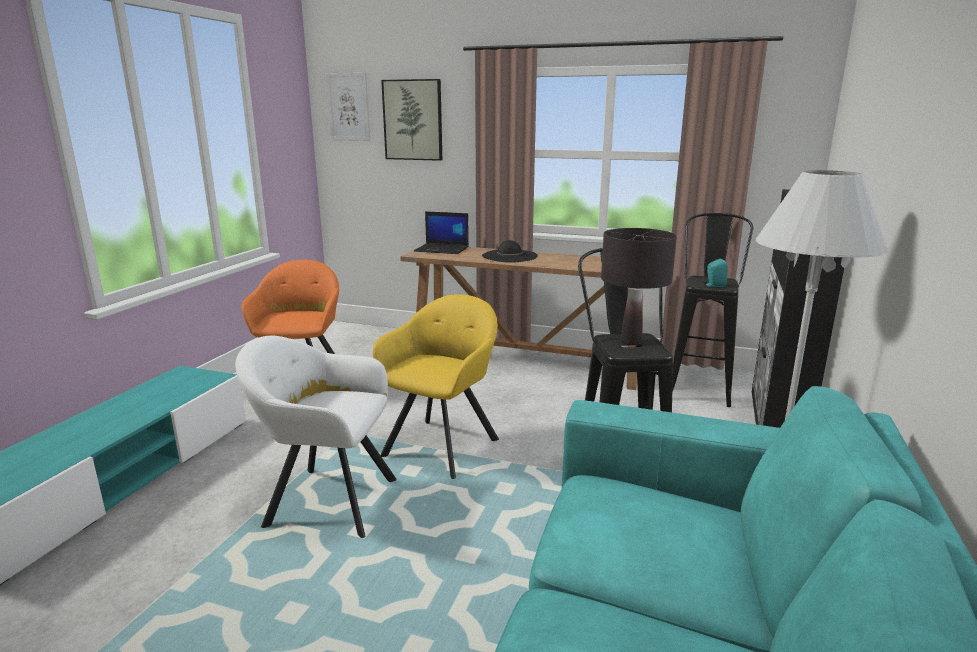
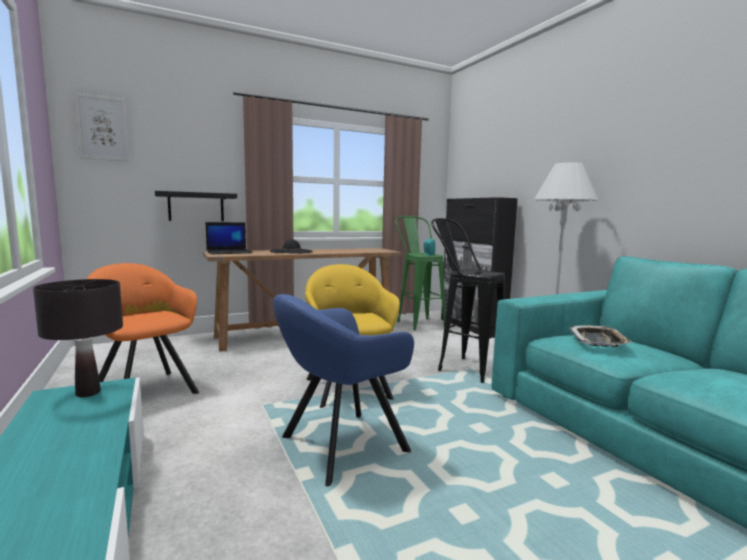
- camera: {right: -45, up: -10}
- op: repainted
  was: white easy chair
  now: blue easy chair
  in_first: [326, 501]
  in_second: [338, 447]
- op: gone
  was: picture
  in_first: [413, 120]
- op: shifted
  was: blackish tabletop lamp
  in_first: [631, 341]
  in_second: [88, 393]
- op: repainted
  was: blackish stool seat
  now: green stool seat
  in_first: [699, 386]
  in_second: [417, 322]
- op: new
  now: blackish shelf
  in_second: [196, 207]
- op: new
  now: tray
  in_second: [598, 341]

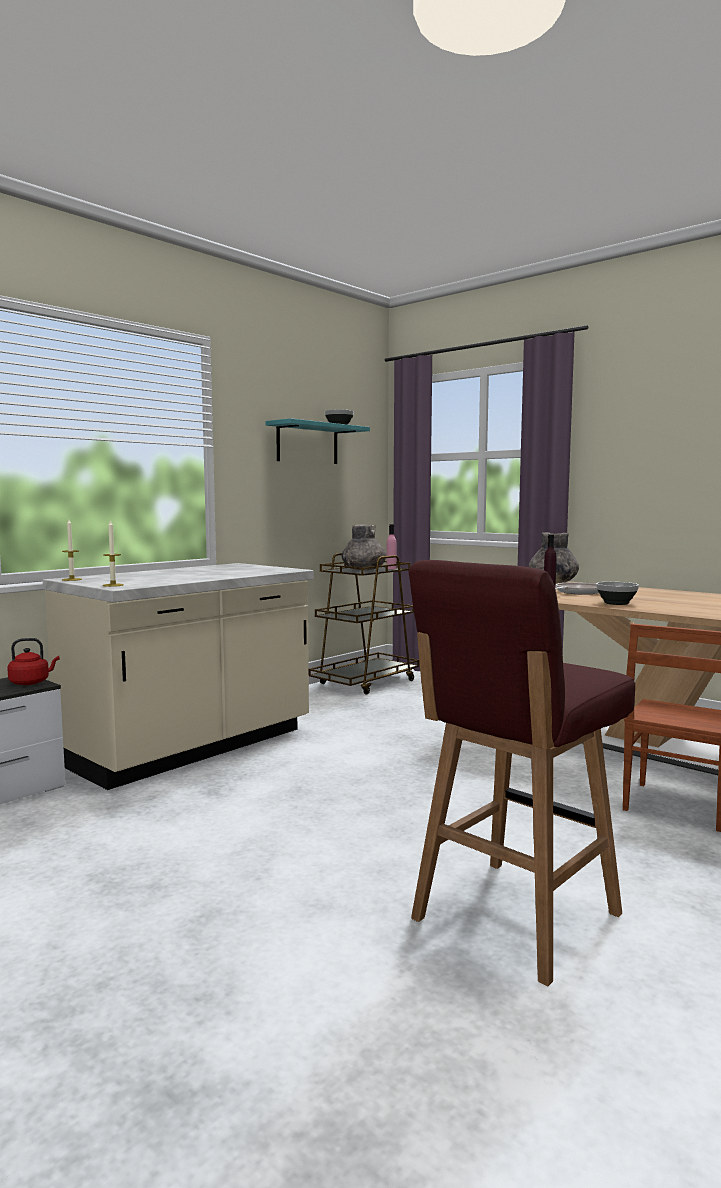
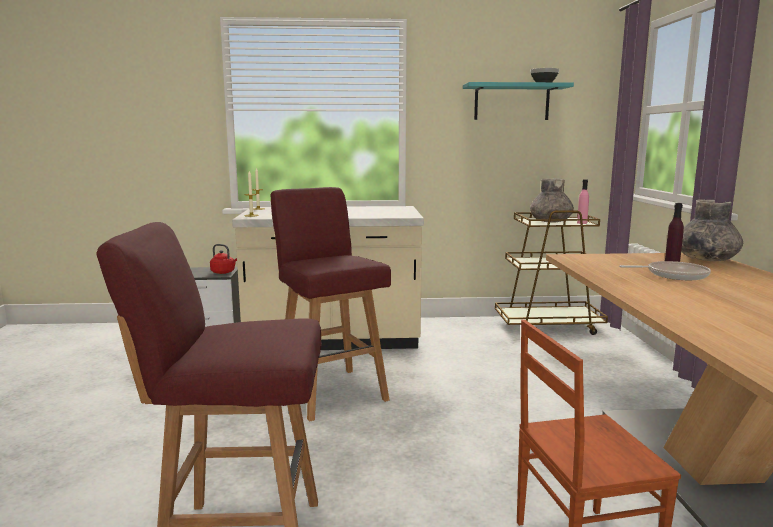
- camera: {right: 45, up: 5}
- op: gone
  was: deep dish
  in_first: [615, 603]
- op: new
  now: reddish stool seat
  in_second: [331, 392]

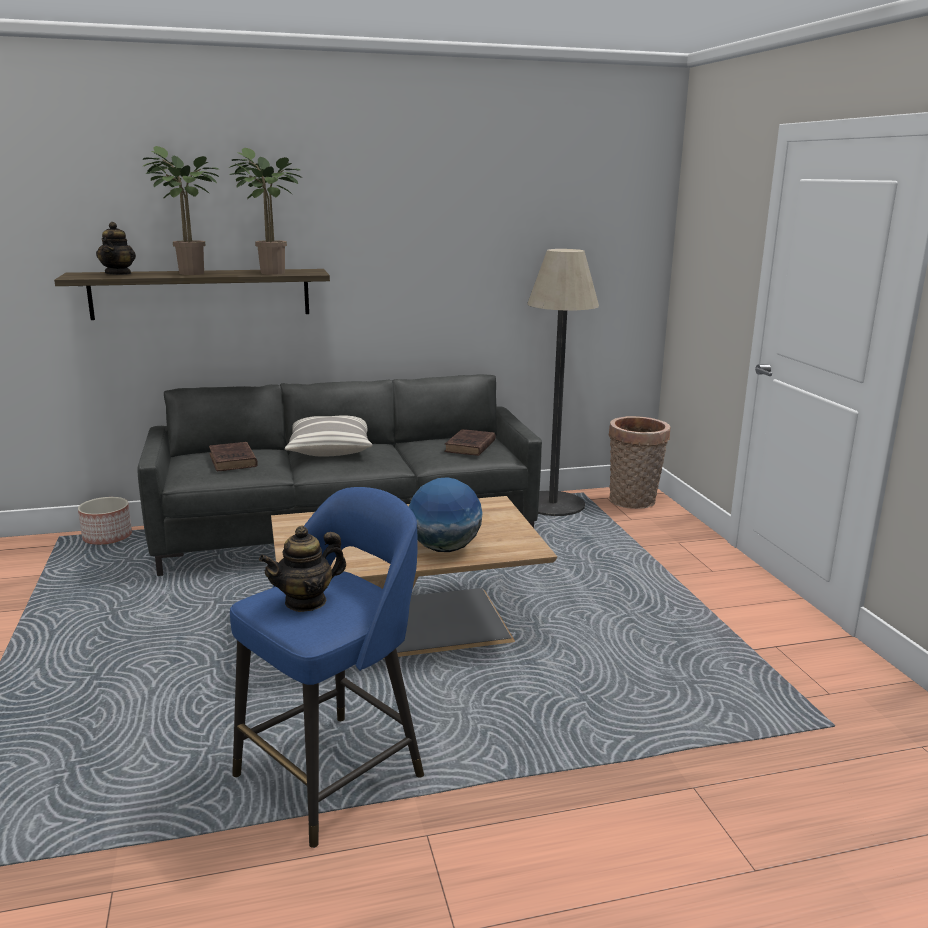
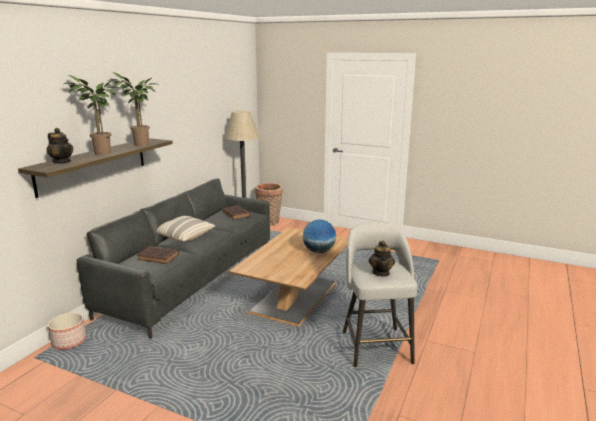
- camera: {right: -50, up: 0}
- op: repainted
  was: blue stool seat
  now: gray stool seat
  in_first: [334, 773]
  in_second: [376, 345]

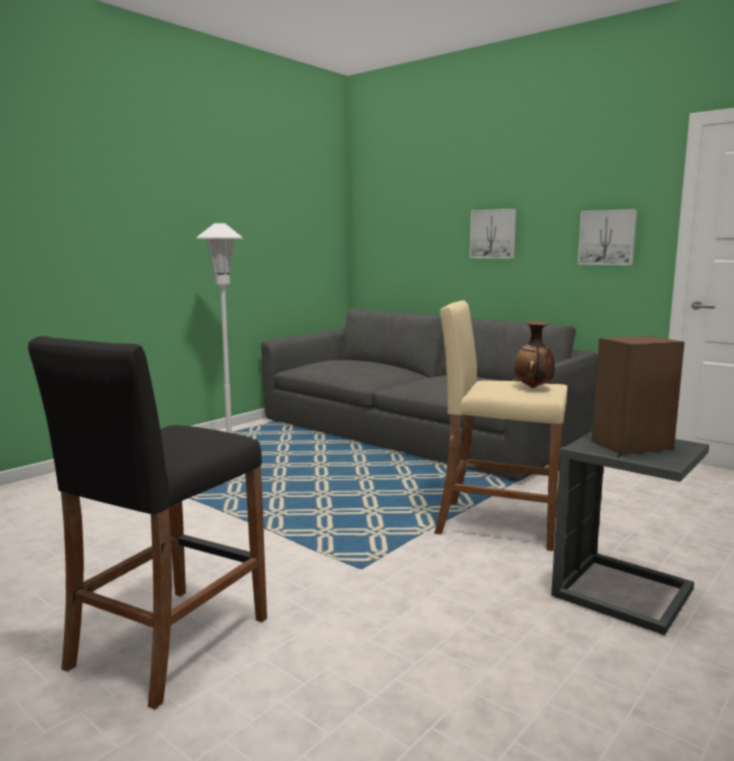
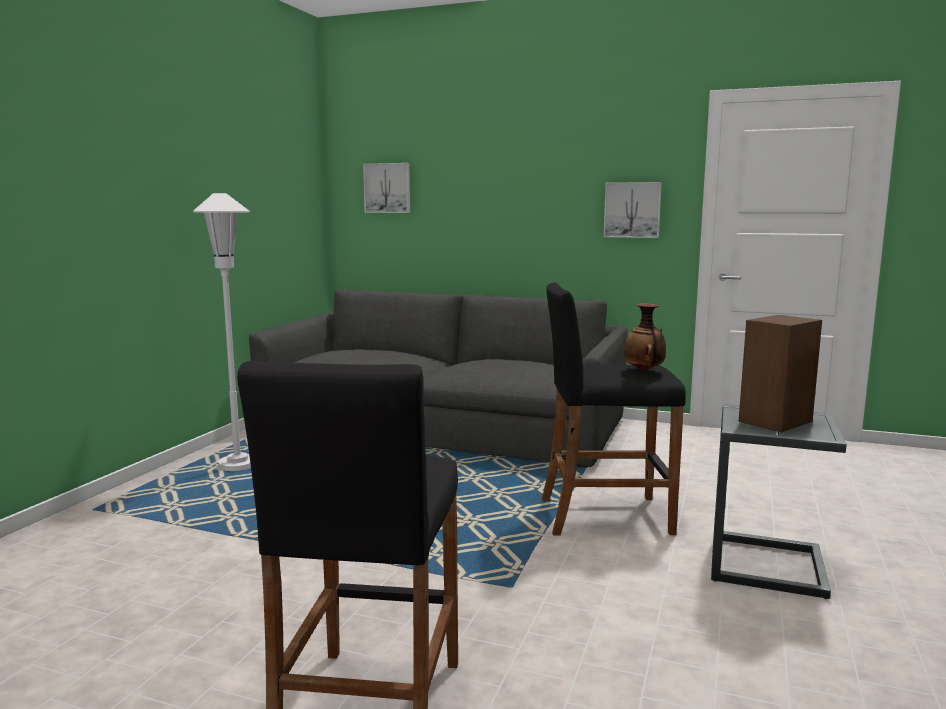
- camera: {right: -20, up: 0}
- op: repainted
  was: sand-coloured stool seat
  now: blackish stool seat
  in_first: [497, 524]
  in_second: [604, 516]
- op: shifted
  was: picture
  in_first: [493, 234]
  in_second: [388, 188]

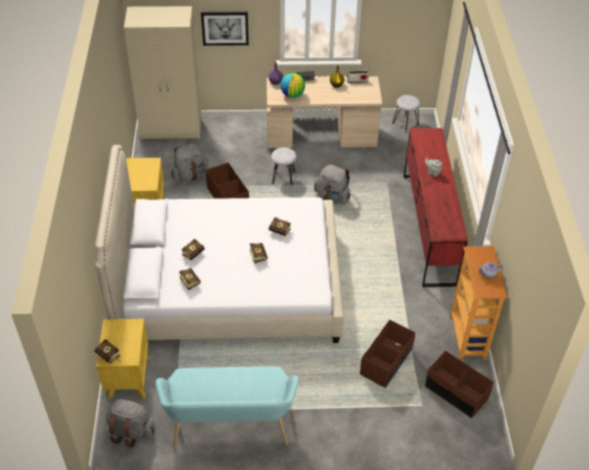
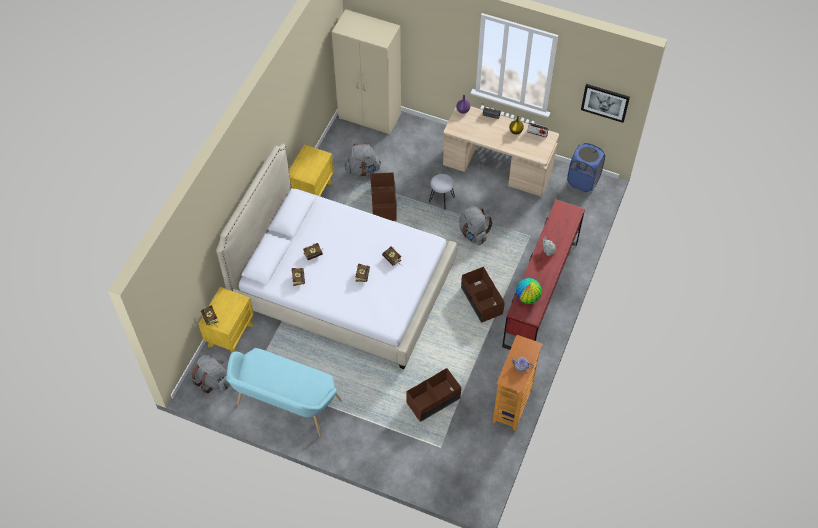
- camera: {right: 25, up: 10}
- op: shifted
  was: picture
  in_first: [225, 28]
  in_second: [605, 102]
- op: shifted
  was: globe
  in_first: [292, 95]
  in_second: [527, 297]
- op: swapped
  was: gray stool seat
  now: blue laundry basket
  in_first: [405, 124]
  in_second: [583, 181]
- op: shifted
  was: brown-coloured storage container
  in_first: [456, 392]
  in_second: [481, 301]

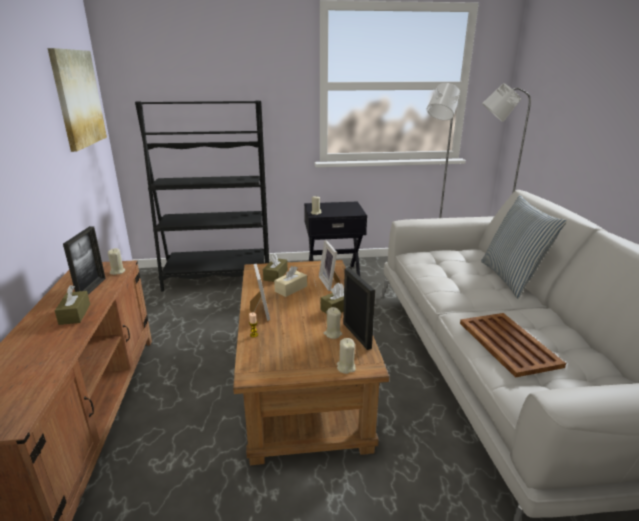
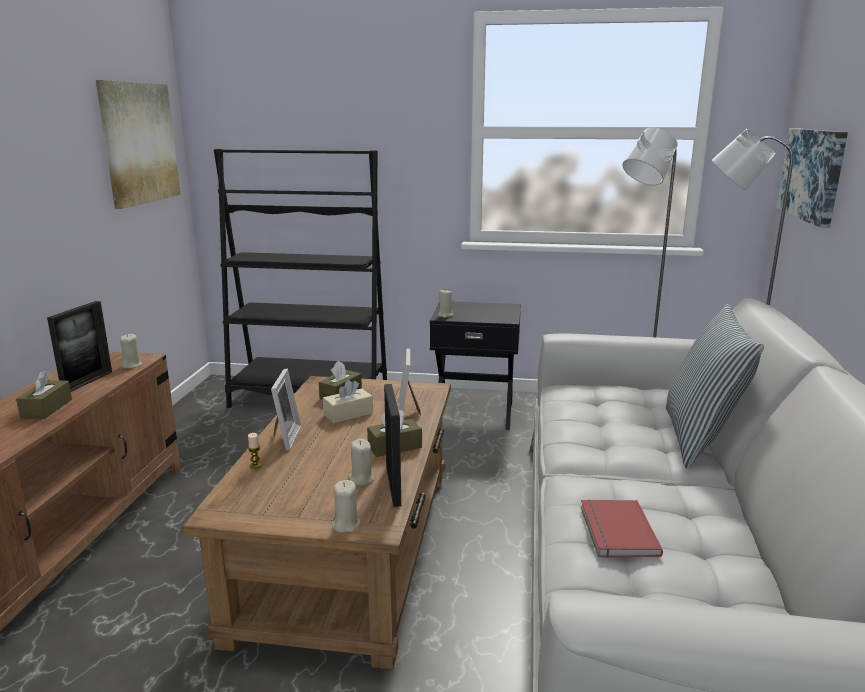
- camera: {right: 15, up: -5}
- op: swapped
  was: brown-coloured tray
  now: reddish volume
  in_first: [508, 344]
  in_second: [615, 531]
- op: new
  now: picture
  in_second: [813, 174]

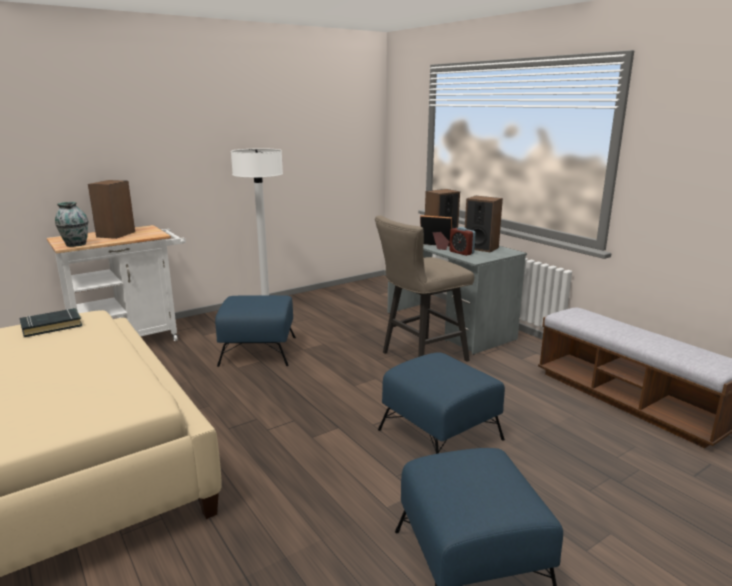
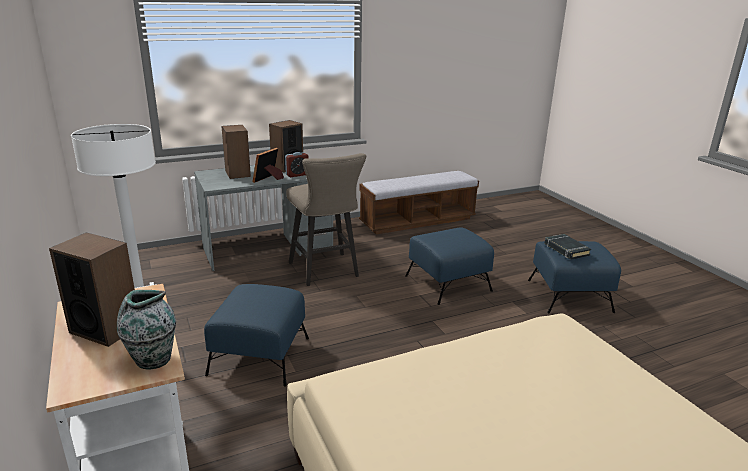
- camera: {right: -80, up: 5}
- op: shifted
  was: blackish volume
  in_first: [51, 326]
  in_second: [566, 249]

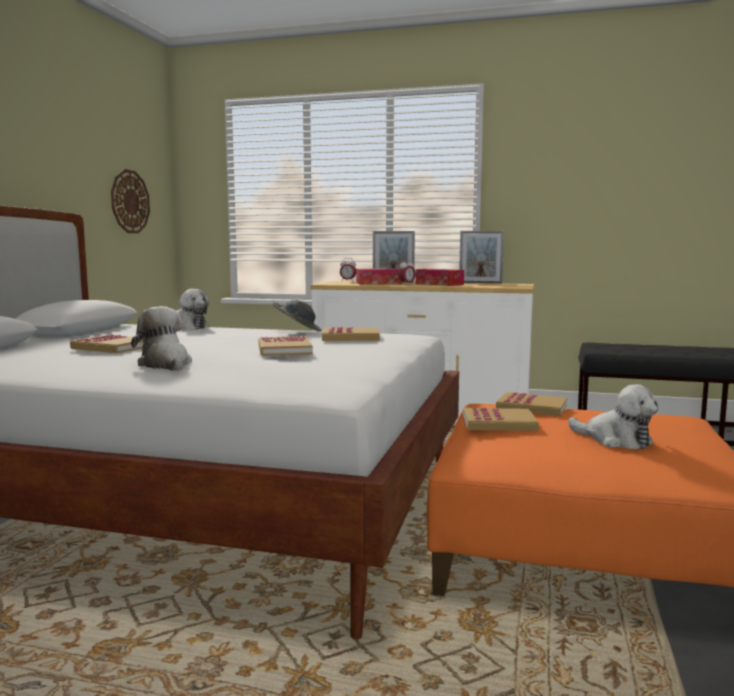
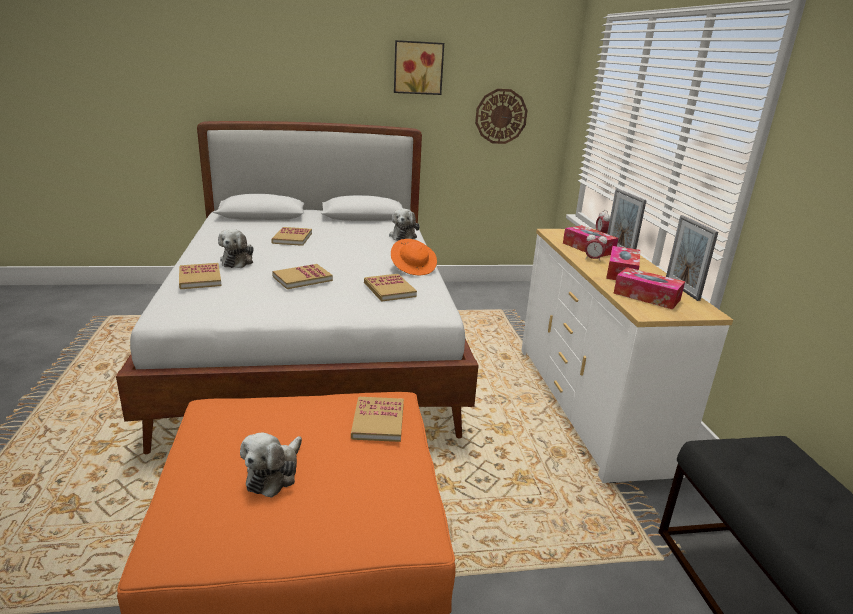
- camera: {right: 65, up: 15}
- op: rotated
  was: plush toy
  in_first: [166, 365]
  in_second: [238, 261]
  clockwise: 150
- op: repainted
  was: gray wearable hat
  now: orangey wearable hat
  in_first: [297, 331]
  in_second: [413, 268]
- op: shifted
  was: volume
  in_first: [499, 423]
  in_second: [200, 278]
- op: new
  now: picture
  in_second: [418, 68]
- op: new
  now: tissue box
  in_second: [646, 296]

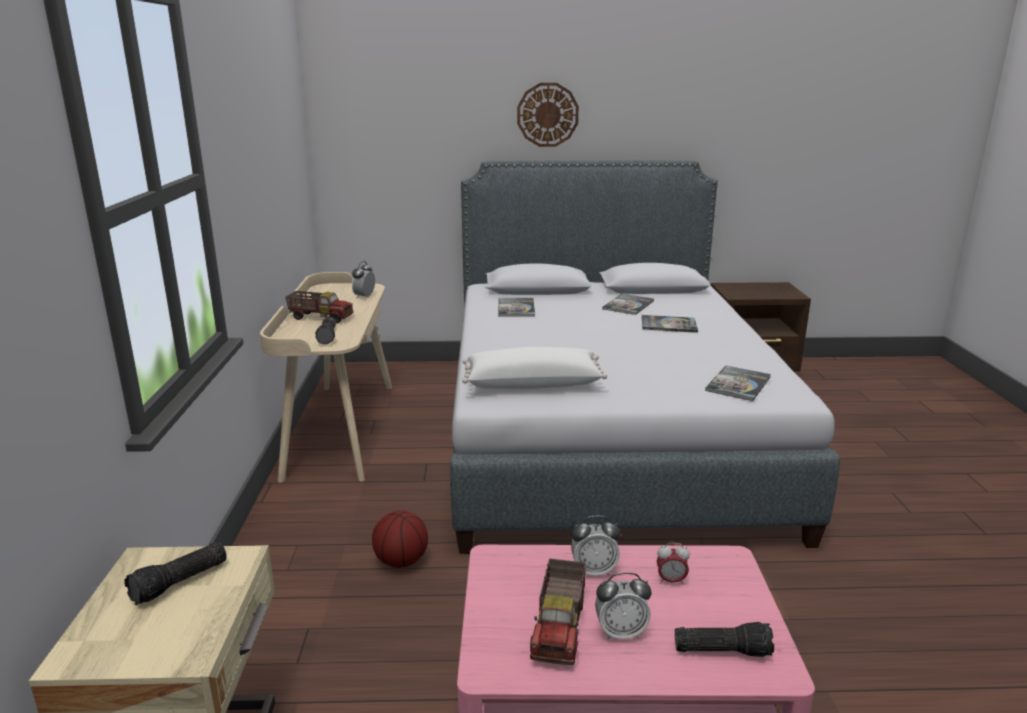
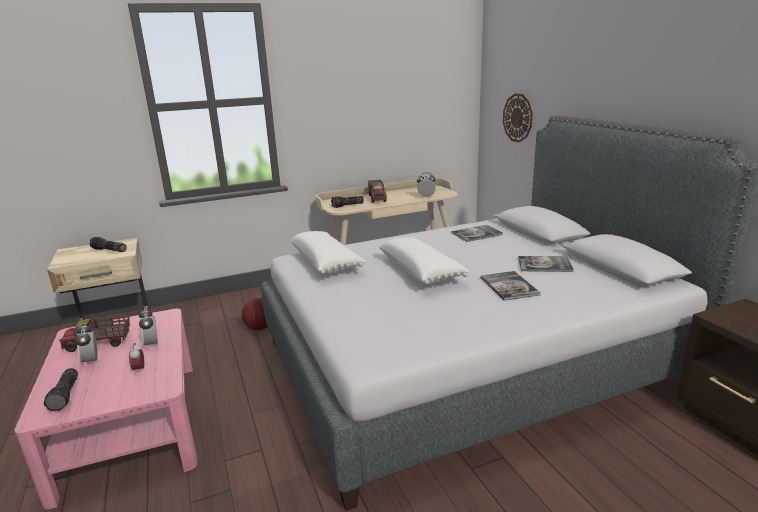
- camera: {right: 70, up: 0}
- op: shifted
  was: clock on the wall
  in_first: [547, 115]
  in_second: [517, 118]
- op: gone
  was: volume
  in_first: [738, 384]
- op: new
  now: white cushion
  in_second: [421, 271]

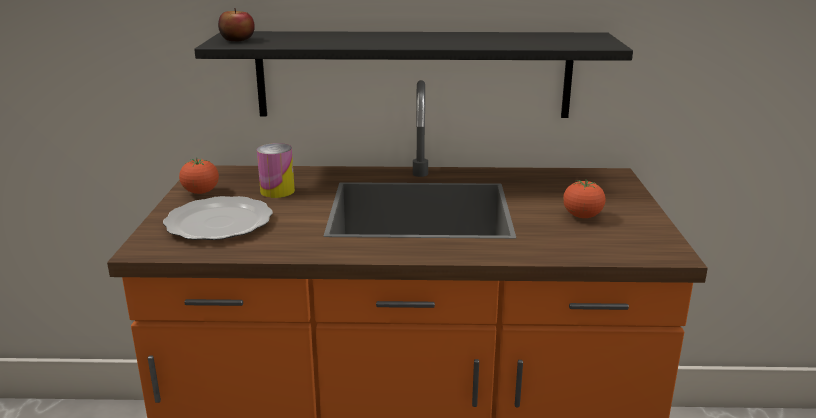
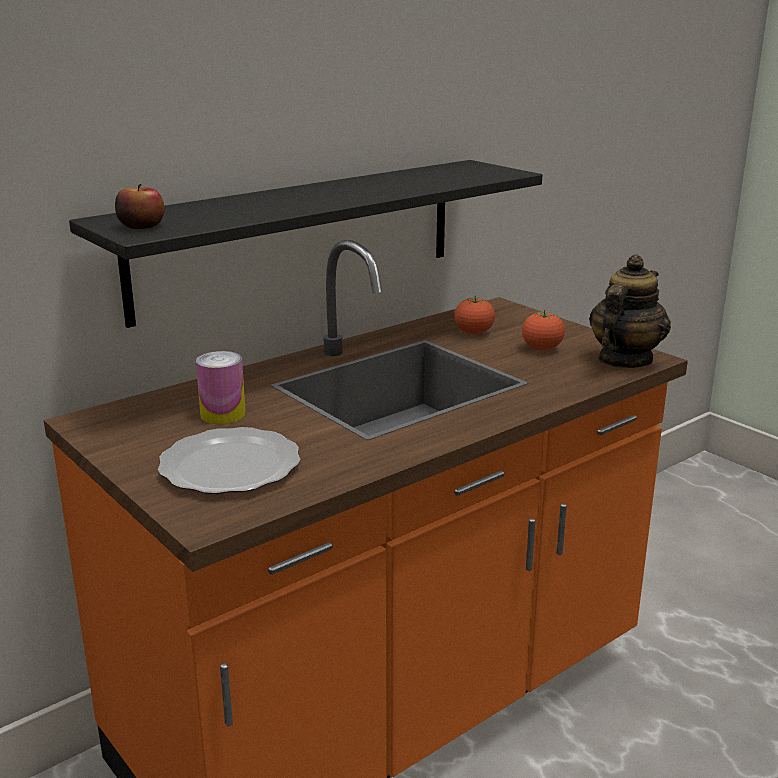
- camera: {right: -40, up: 0}
- op: shifted
  was: tomato
  in_first: [201, 192]
  in_second: [473, 333]
- op: new
  now: teapot
  in_second: [624, 360]

